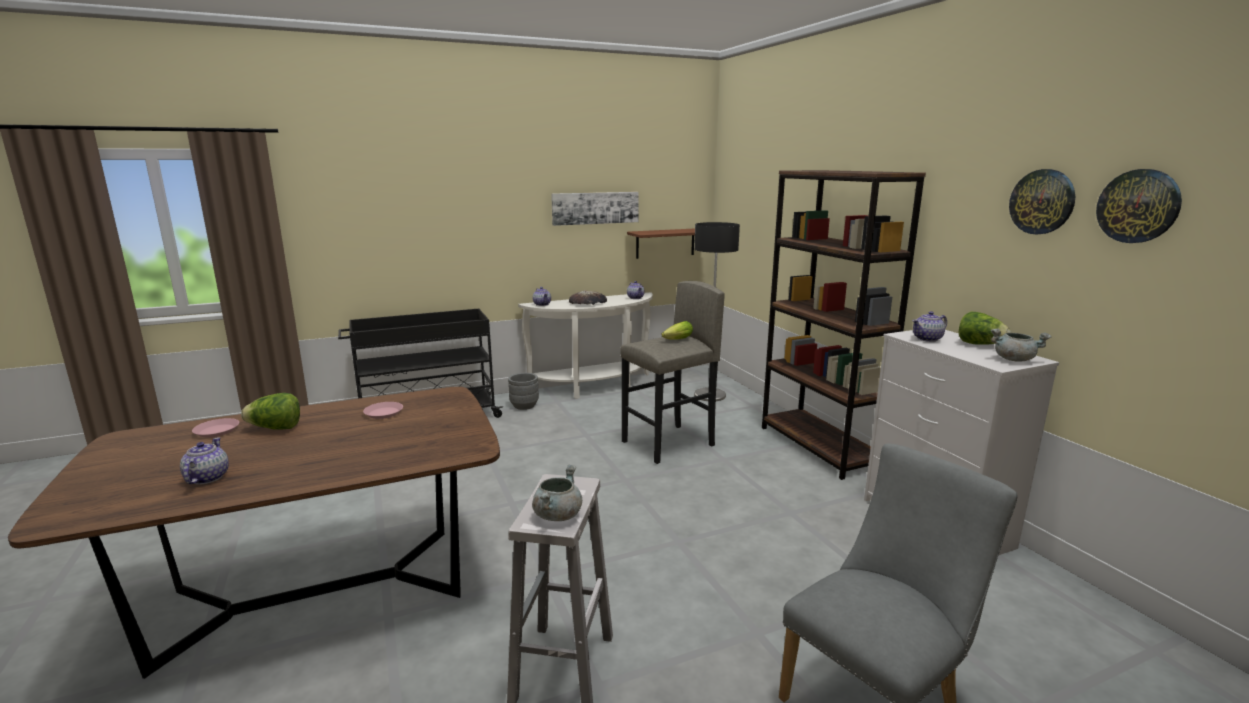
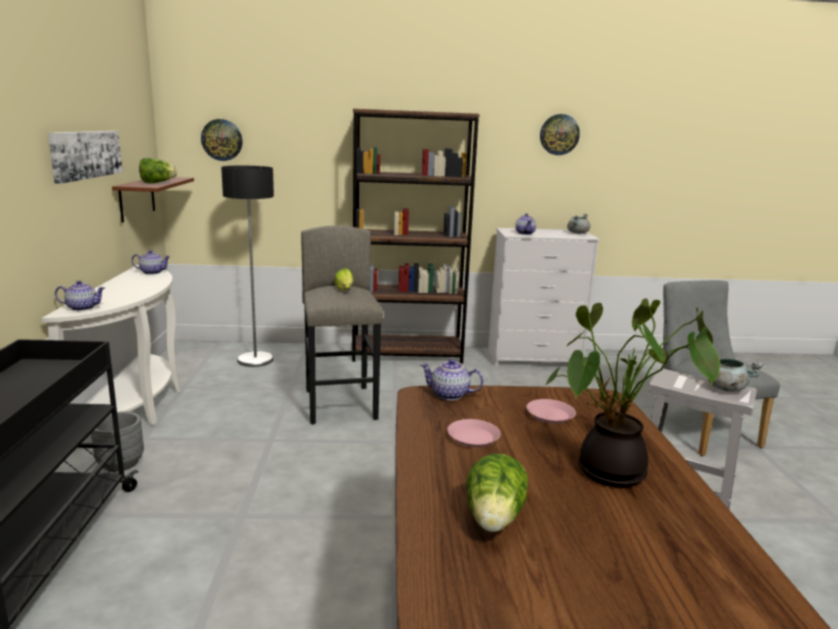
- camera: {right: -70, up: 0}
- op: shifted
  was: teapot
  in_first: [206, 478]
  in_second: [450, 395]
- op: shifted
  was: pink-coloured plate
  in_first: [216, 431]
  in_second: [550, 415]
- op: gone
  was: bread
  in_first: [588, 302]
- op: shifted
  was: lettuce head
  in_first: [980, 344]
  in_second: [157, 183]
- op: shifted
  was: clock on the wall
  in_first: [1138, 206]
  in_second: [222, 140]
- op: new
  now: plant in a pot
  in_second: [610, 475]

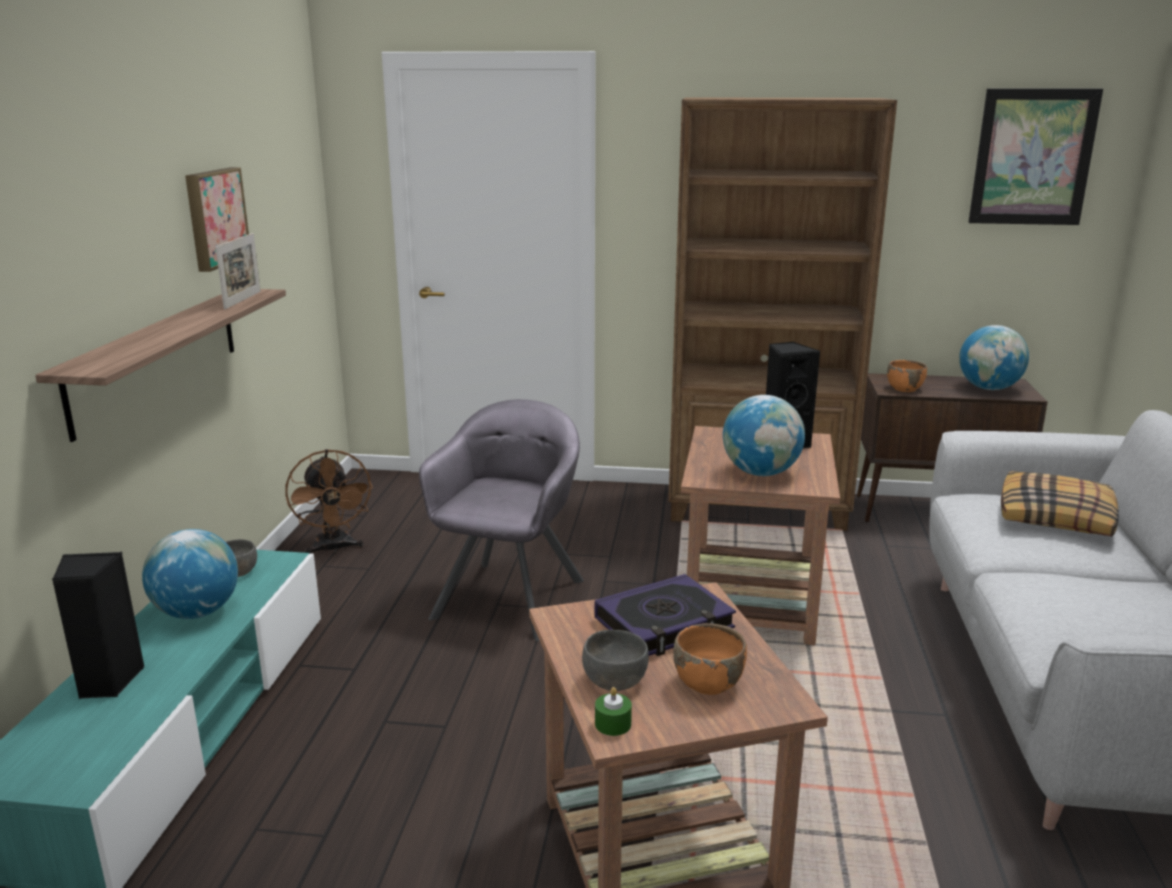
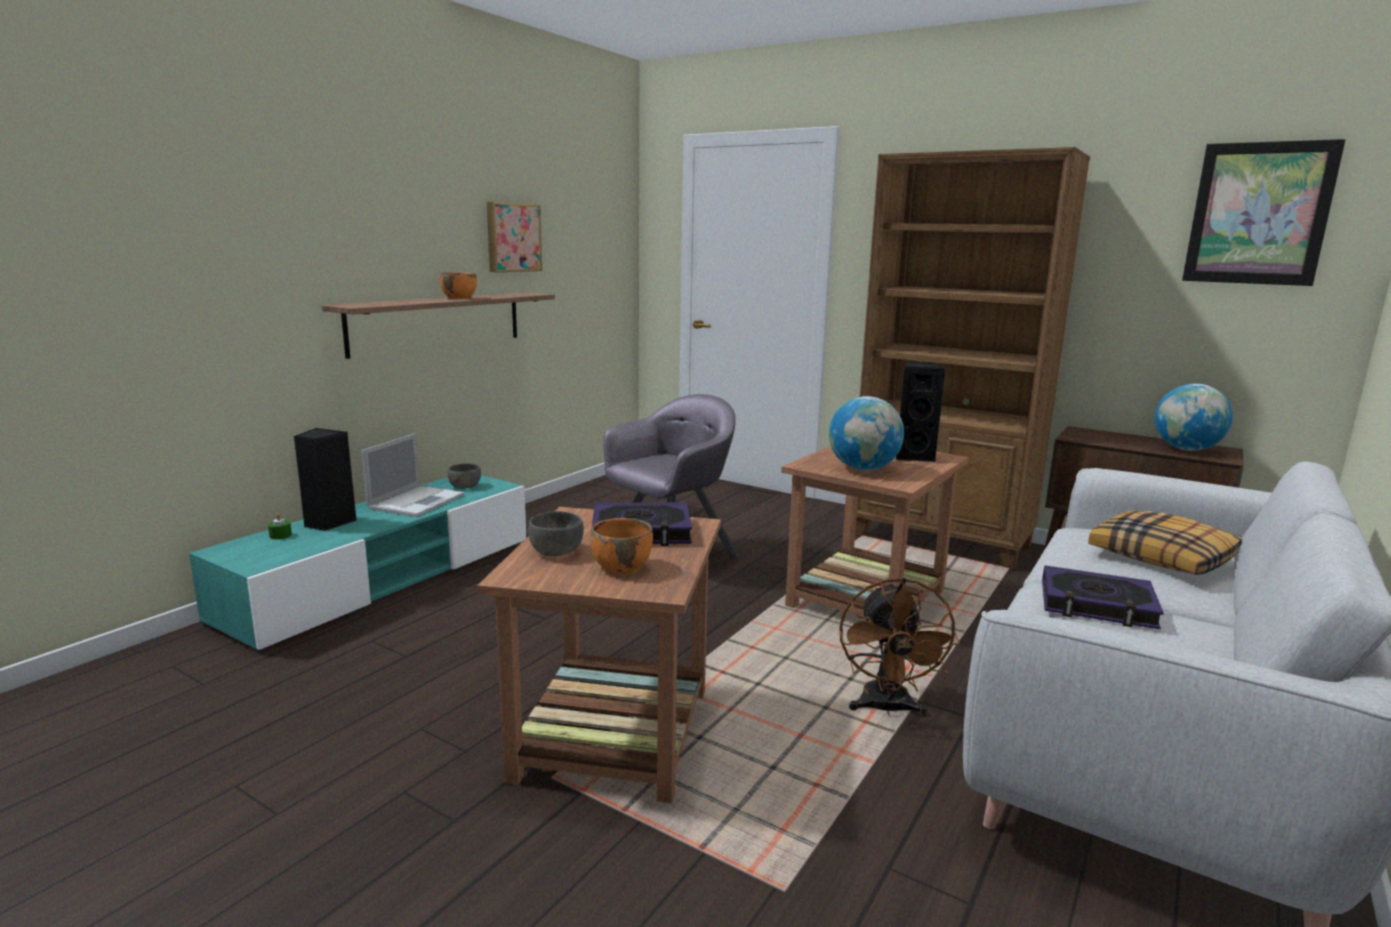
- camera: {right: 25, up: -5}
- op: swapped
  was: globe
  now: notebook computer
  in_first: [197, 612]
  in_second: [417, 501]
- op: gone
  was: picture frame
  in_first: [243, 300]
- op: shifted
  was: brown-coloured cooling fan
  in_first: [334, 549]
  in_second: [886, 709]
- op: shifted
  was: green wax light
  in_first: [613, 724]
  in_second: [280, 535]
- op: shifted
  was: orangey deep dish
  in_first: [905, 389]
  in_second: [459, 298]
- op: new
  now: volume
  in_second: [1097, 605]

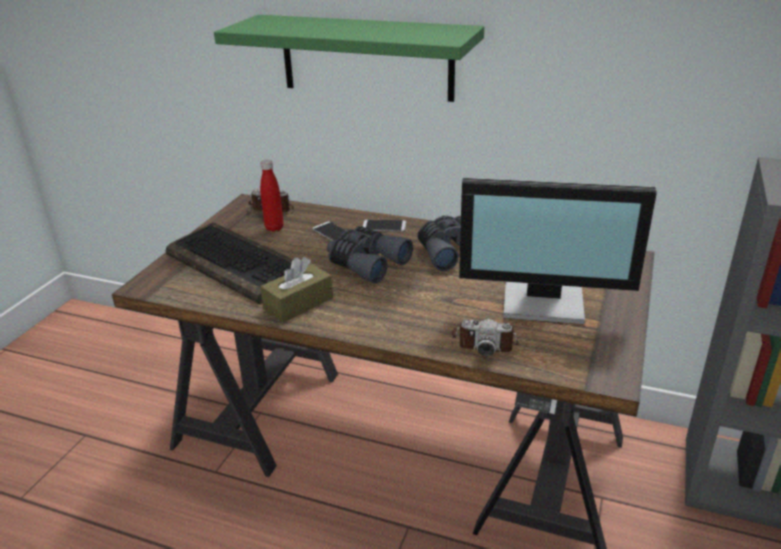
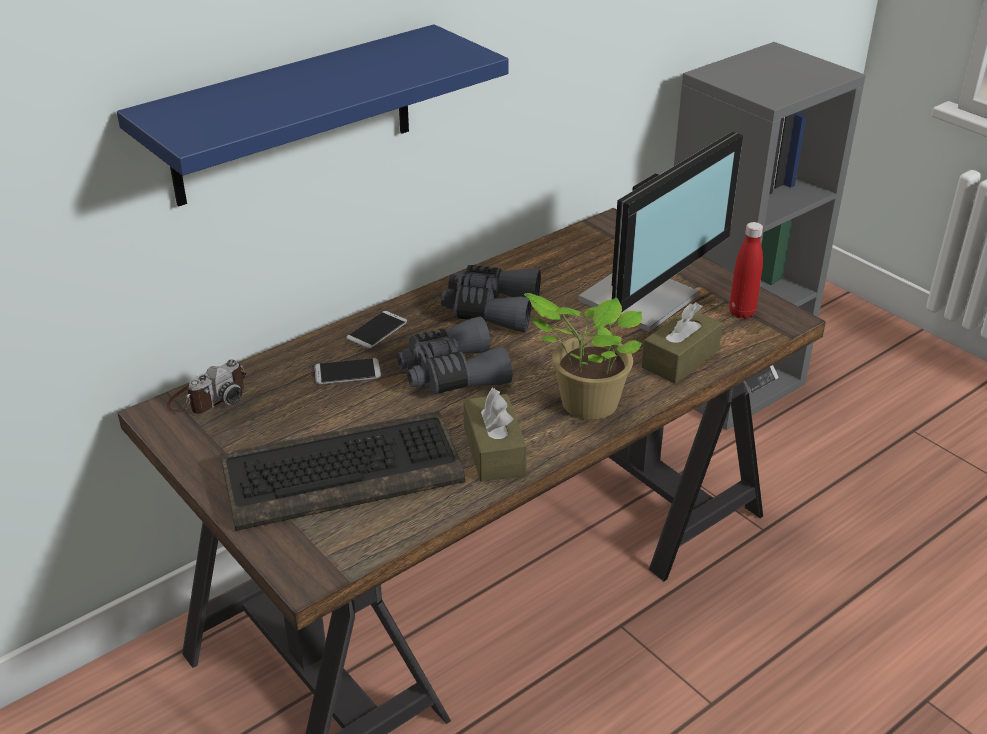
- camera: {right: -60, up: 5}
- op: repainted
  was: green shelf
  now: blue shelf
  in_first: [366, 57]
  in_second: [293, 116]
- op: shifted
  was: reddish drink bottle
  in_first: [274, 228]
  in_second: [741, 313]
- op: swapped
  was: still camera
  now: brown-coloured tissue box
  in_first: [484, 342]
  in_second: [680, 359]
- op: new
  now: plant in a pot
  in_second: [584, 404]

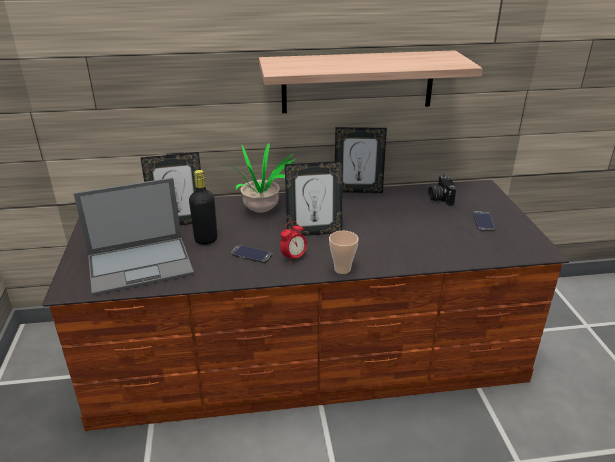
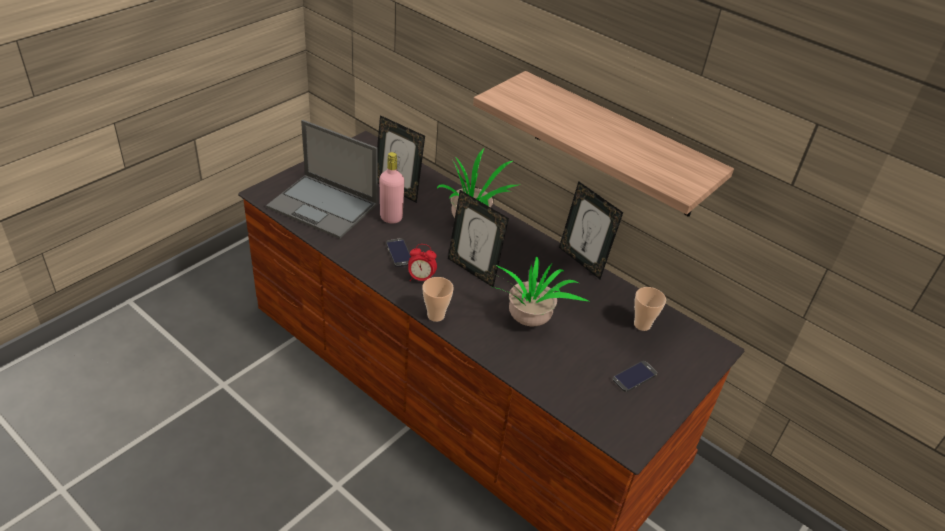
- camera: {right: 45, up: 10}
- op: repainted
  was: blackish drink bottle
  now: pink-coloured drink bottle
  in_first: [206, 240]
  in_second: [391, 217]
- op: swapped
  was: still camera
  now: small cup
  in_first: [439, 198]
  in_second: [642, 324]
- op: new
  now: plant in a pot
  in_second: [528, 323]

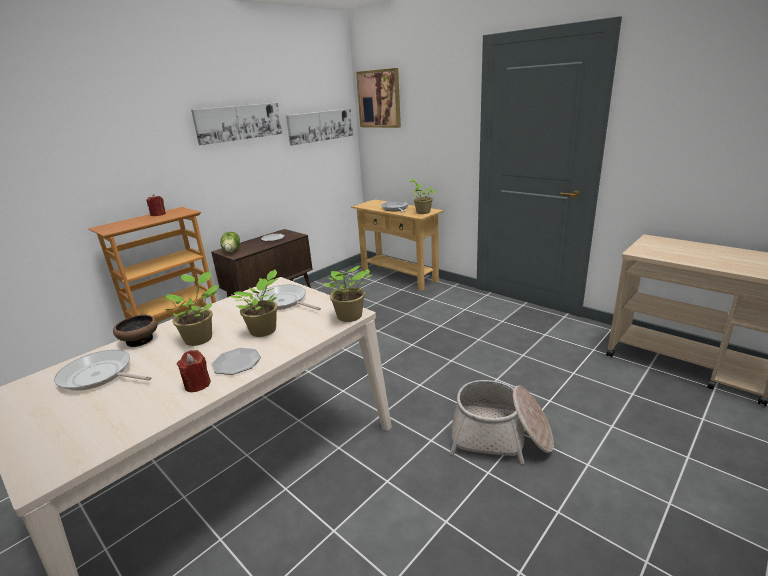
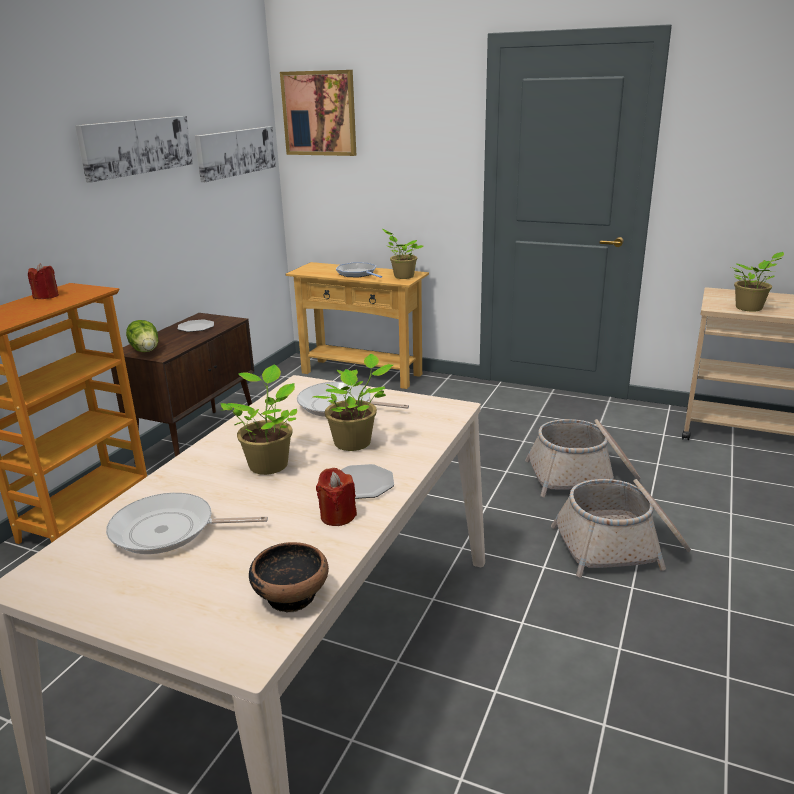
- camera: {right: -20, up: 0}
- op: shifted
  was: deep dish
  in_first: [140, 340]
  in_second: [291, 595]
- op: shifted
  was: plant in a pot
  in_first: [349, 317]
  in_second: [750, 308]
- op: new
  now: storage basket
  in_second: [582, 476]

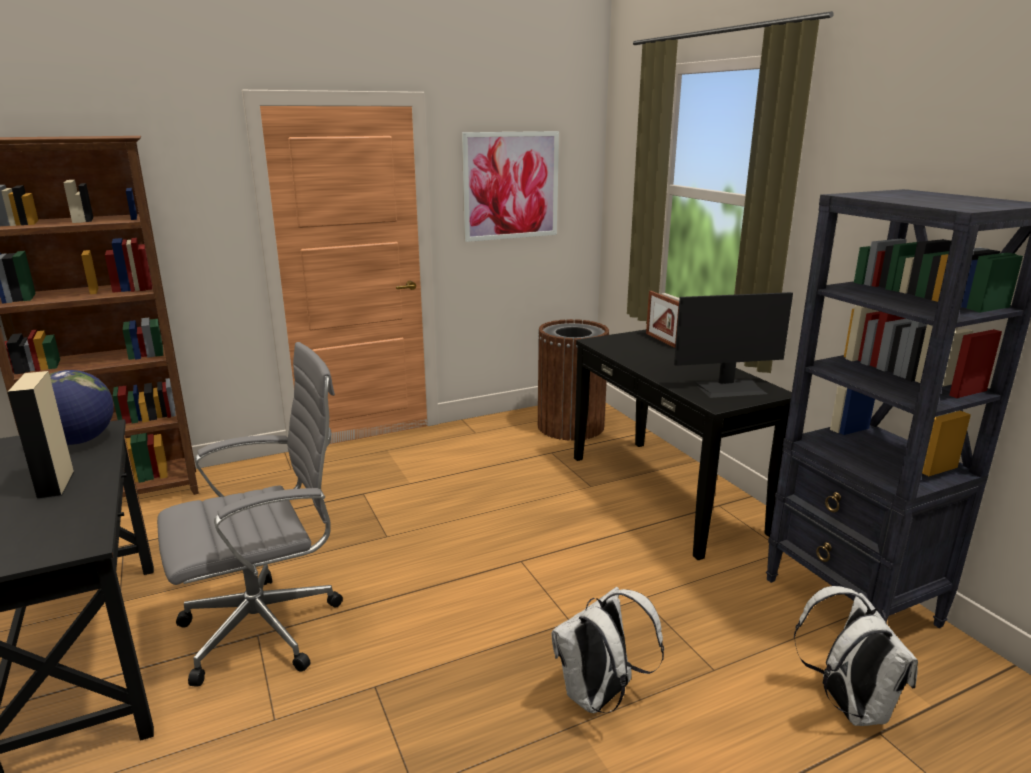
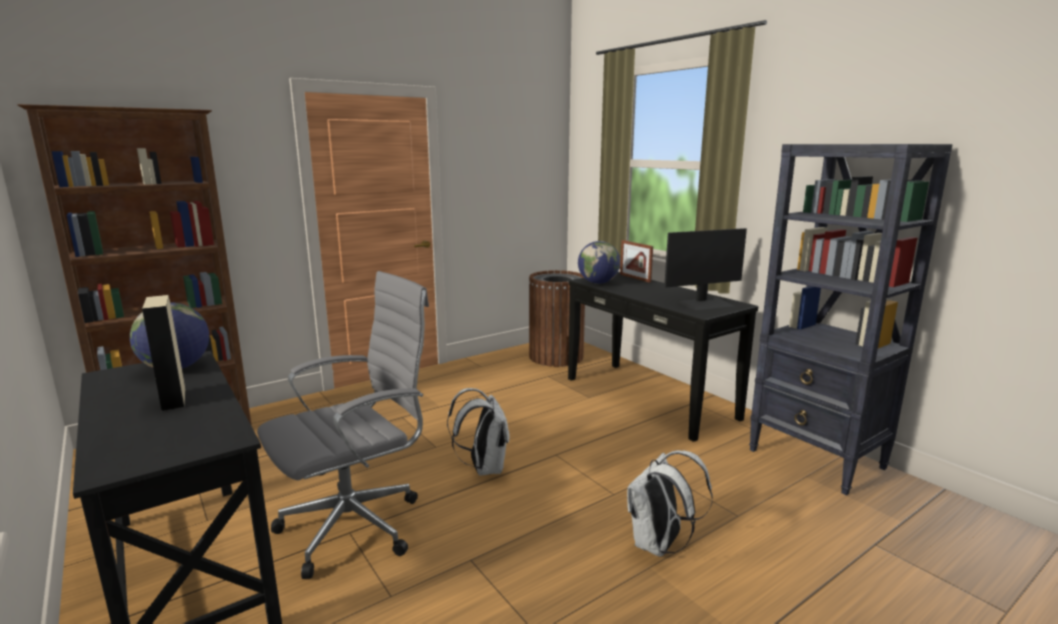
- camera: {right: -10, up: -5}
- op: gone
  was: picture
  in_first: [511, 186]
- op: shifted
  was: white backpack
  in_first: [847, 705]
  in_second: [484, 468]
- op: new
  now: globe
  in_second: [598, 283]

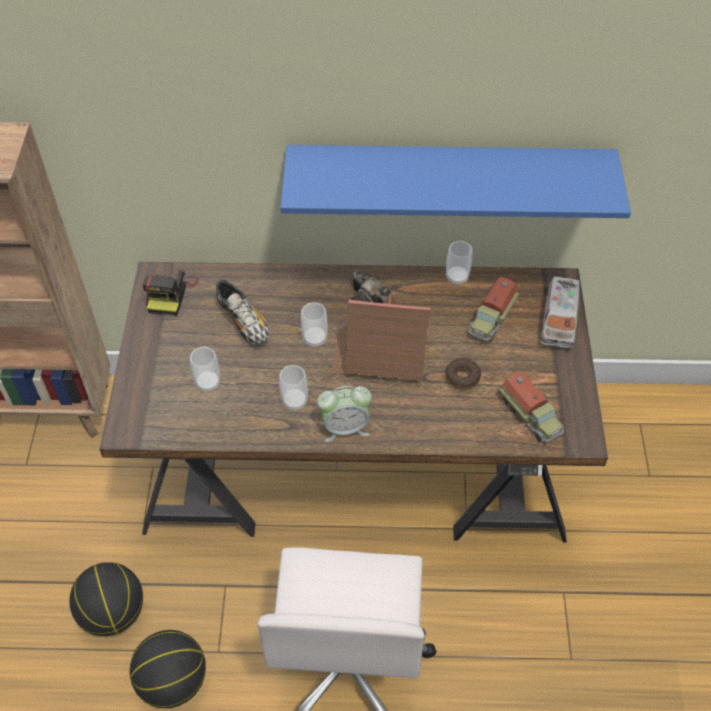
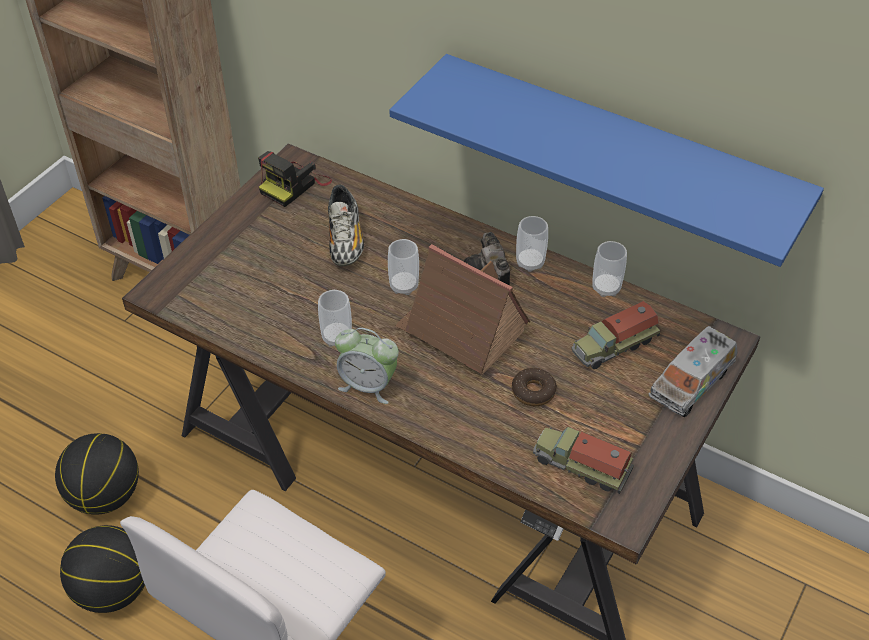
- camera: {right: 30, up: -5}
- op: shifted
  was: small cup
  in_first: [208, 383]
  in_second: [530, 262]
- op: rotated
  was: toy lorry
  in_first: [530, 415]
  in_second: [581, 465]
  clockwise: 120

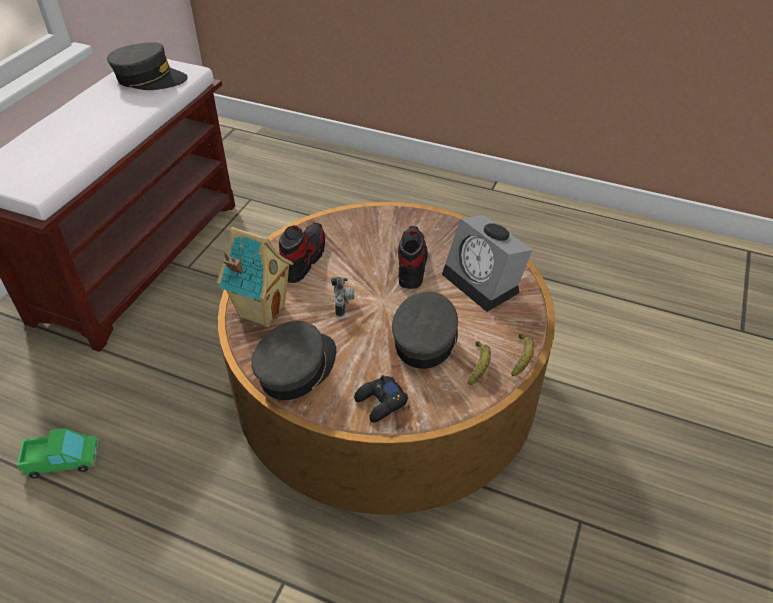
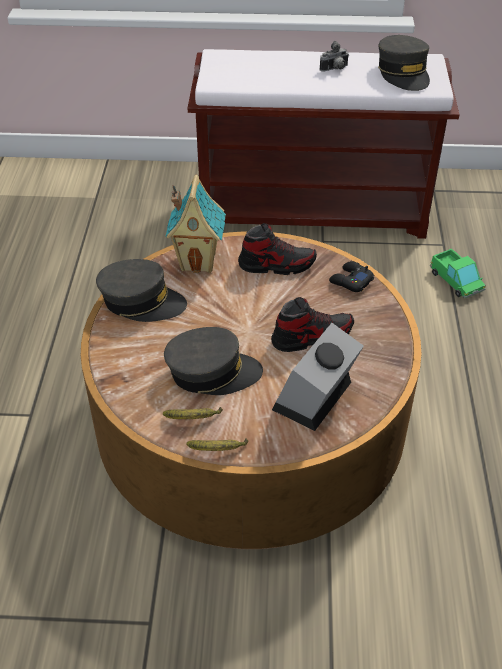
- camera: {right: 70, up: 0}
- op: shifted
  was: toy lorry
  in_first: [63, 460]
  in_second: [456, 281]
- op: shifted
  was: still camera
  in_first: [343, 303]
  in_second: [335, 69]
- op: shifted
  was: blackish joypad
  in_first: [380, 402]
  in_second: [350, 281]

